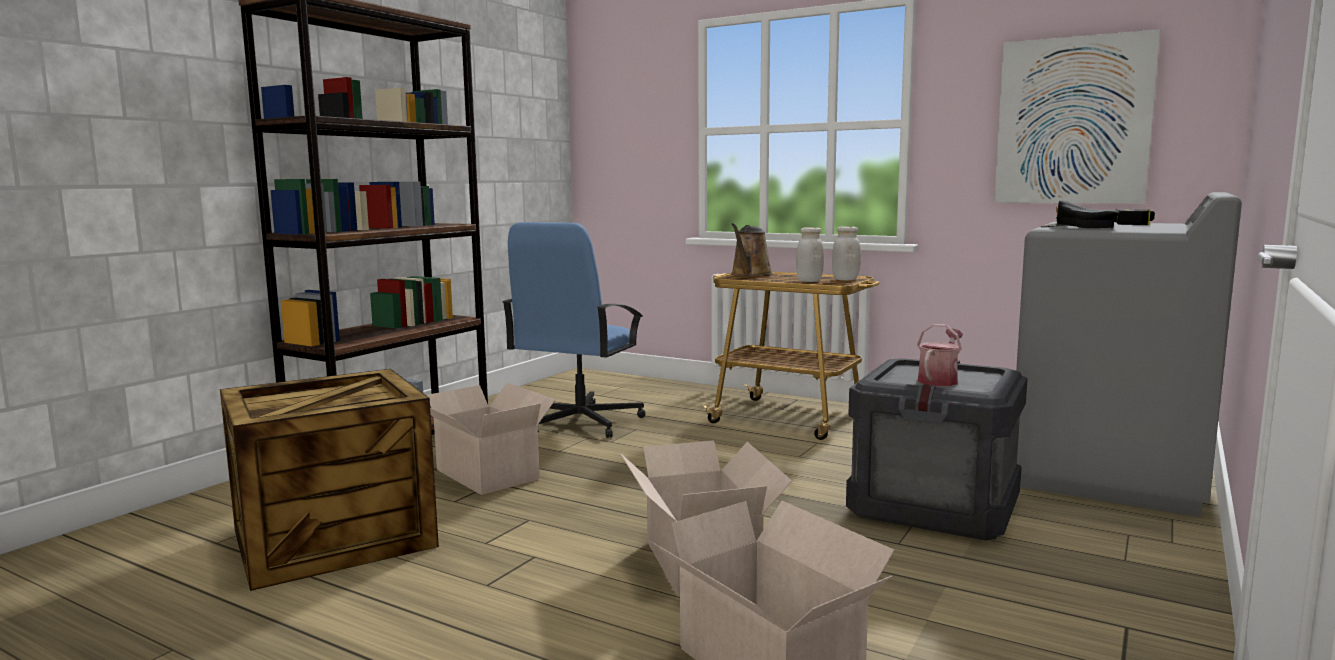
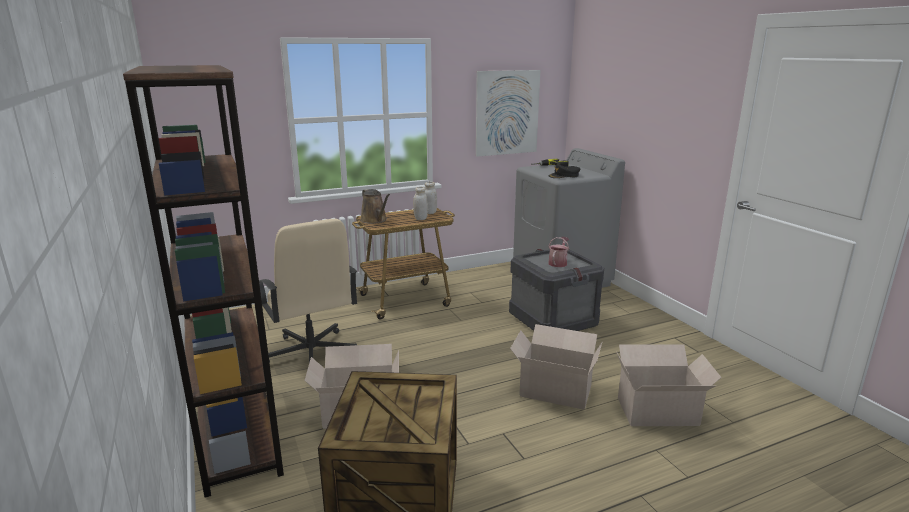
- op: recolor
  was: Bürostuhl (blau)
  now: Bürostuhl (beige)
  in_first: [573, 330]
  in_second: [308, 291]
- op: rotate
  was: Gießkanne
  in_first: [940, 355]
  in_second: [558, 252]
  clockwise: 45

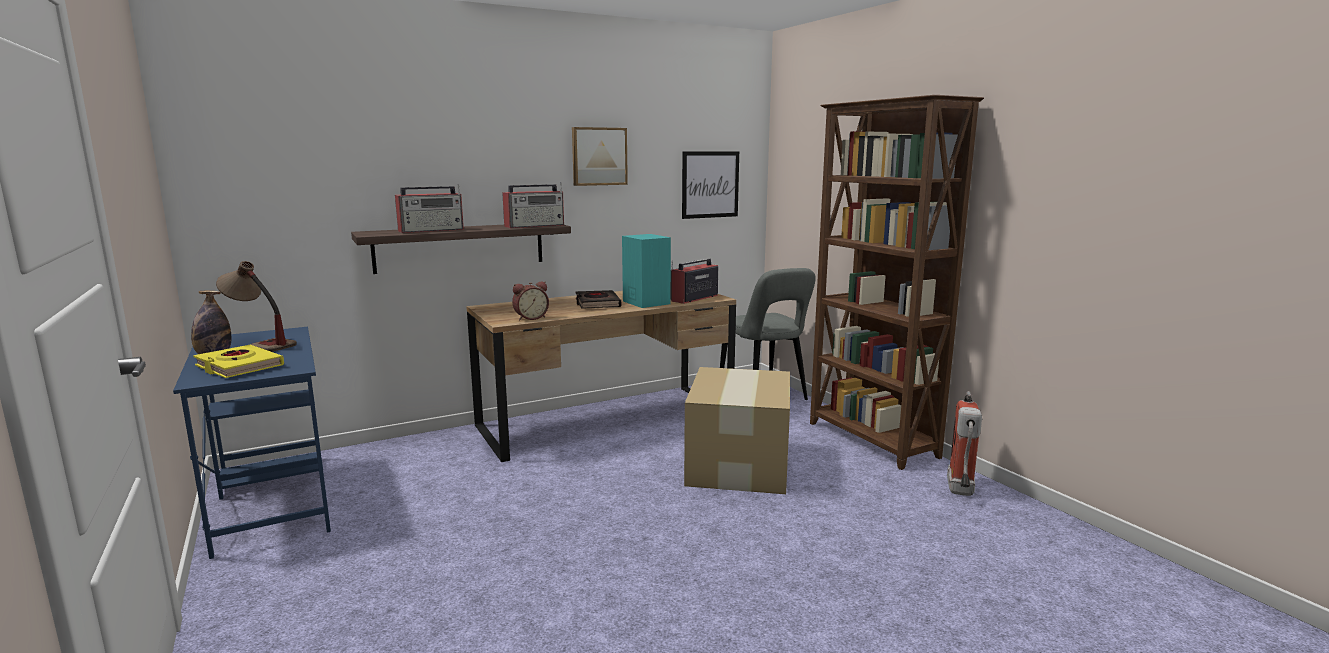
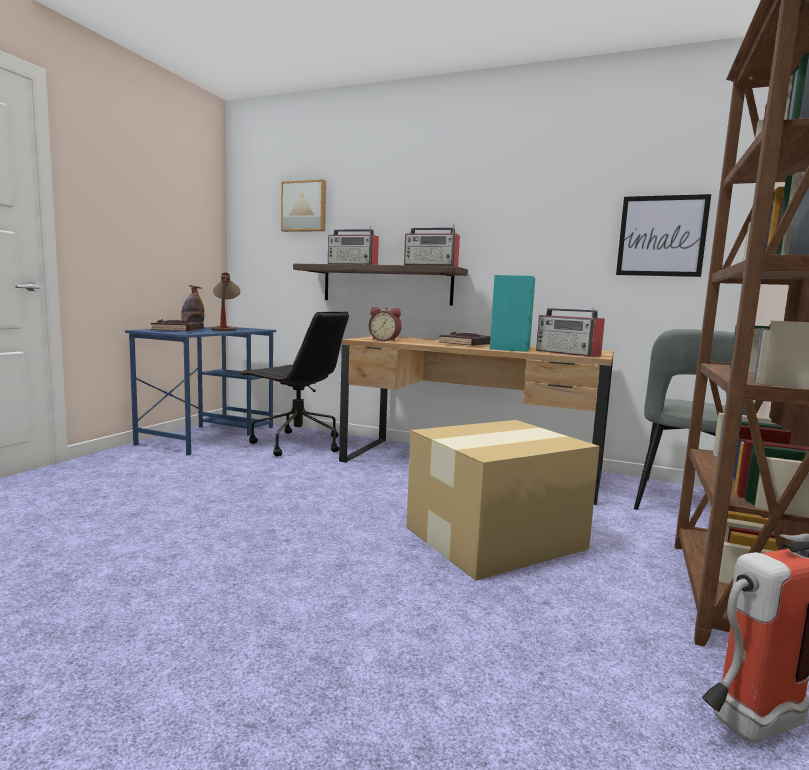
- op: move
  was: Bild
  in_first: [600, 156]
  in_second: [303, 205]
- op: rotate
  was: Radio
  in_first: [694, 281]
  in_second: [570, 332]
  clockwise: -135
- op: recolor
  was: Buch (gelb)
  now: Buch (schwarz)
  in_first: [238, 361]
  in_second: [177, 325]
- op: insert
  now: Bürostuhl (schwarz)
  in_second: [294, 384]

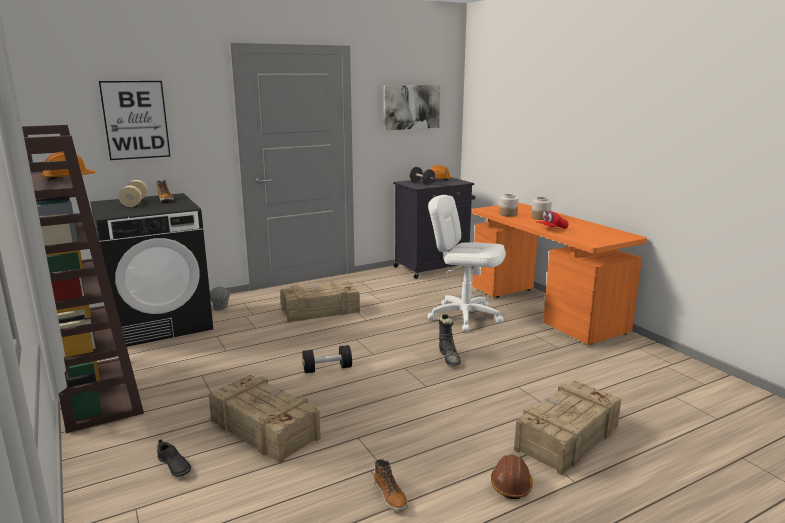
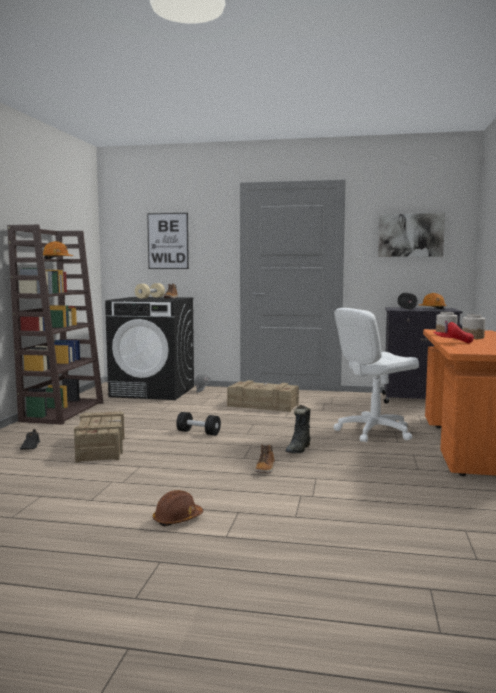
- op: rotate
  was: Bürostuhl (weiß)
  in_first: [466, 263]
  in_second: [376, 375]
  clockwise: -90
- op: delete
  was: Kiste
  in_first: [567, 428]
- op: move
  was: Stiefel
  in_first: [391, 485]
  in_second: [265, 458]

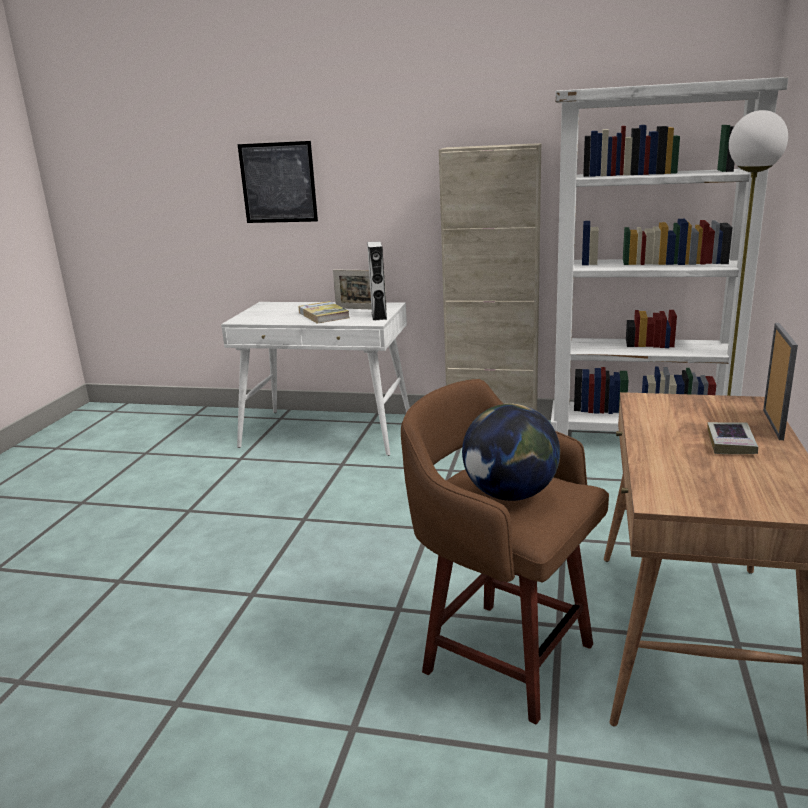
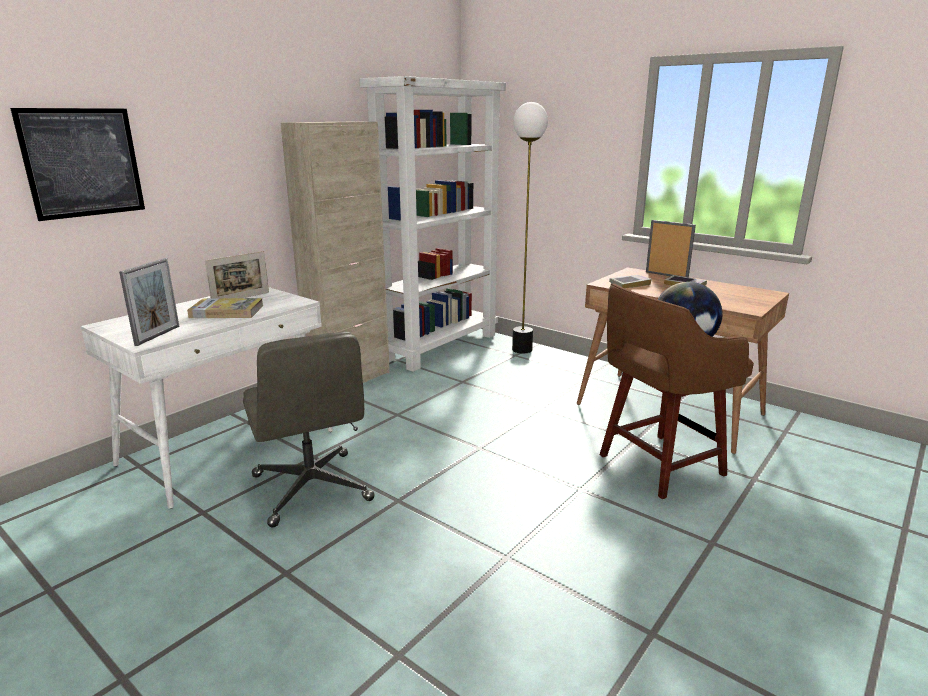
- op: delete
  was: Lautsprecher (grau)
  in_first: [377, 281]
- op: insert
  now: Bilderrahmen
  in_second: [149, 302]
- op: insert
  now: Buch
  in_second: [630, 281]
- op: insert
  now: Bürostuhl (grau)
  in_second: [309, 429]

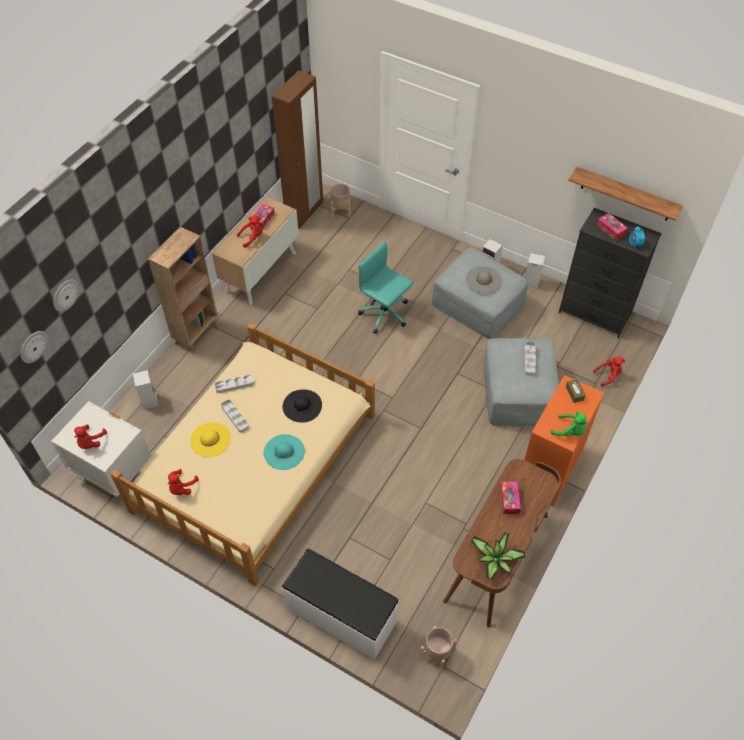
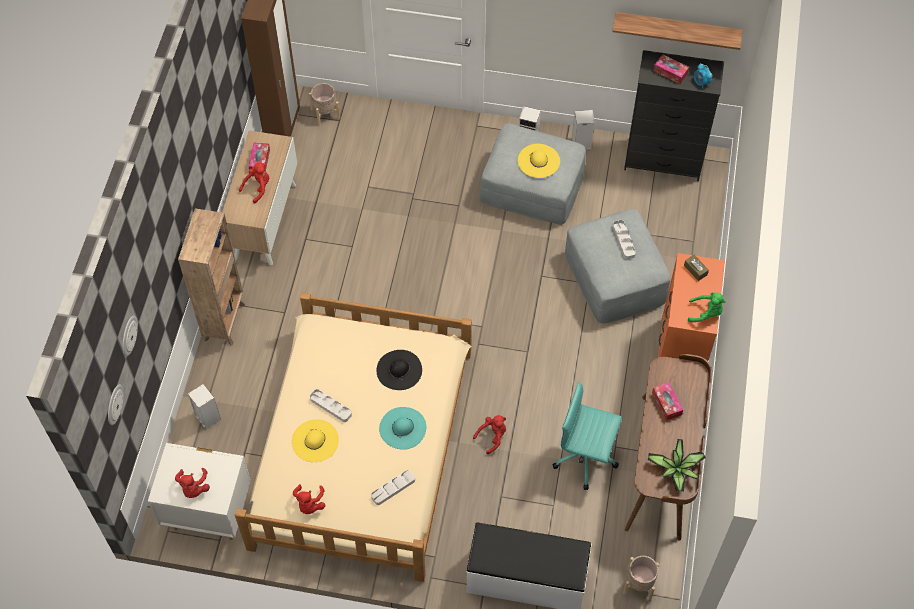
- op: move
  was: Bürostuhl (türkis)
  in_first: [385, 288]
  in_second: [587, 436]
- op: recolor
  was: Hut (grau)
  now: Hut (gelb)
  in_first: [484, 279]
  in_second: [539, 161]
- op: move
  was: Plüschtier (rot)
  in_first: [609, 371]
  in_second: [489, 434]
- op: move
  was: Tablett (grau)
  in_first: [234, 384]
  in_second: [393, 487]

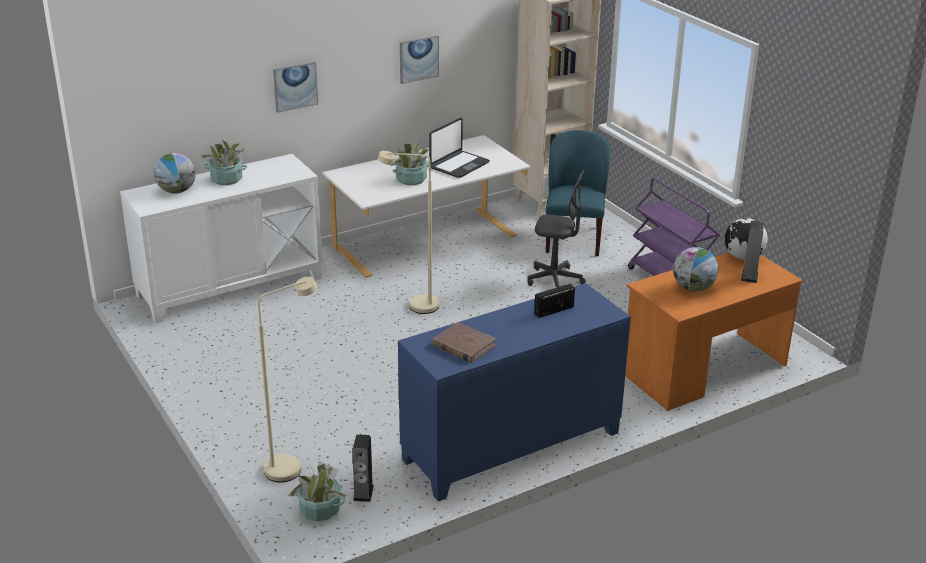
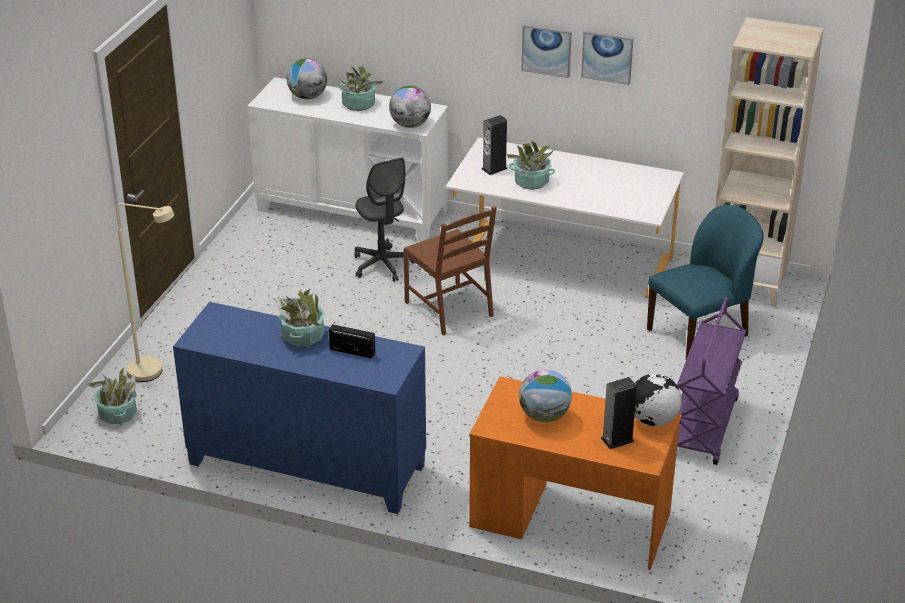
- op: move
  was: Bild
  in_first: [295, 87]
  in_second: [546, 51]
- op: delete
  was: Laptop
  in_first: [459, 148]
- op: replace
  was: Stehlampe (beige)
  now: Stuhl (braun)
  in_first: [408, 232]
  in_second: [450, 271]
- op: move
  was: Bürostuhl (grau)
  in_first: [556, 228]
  in_second: [384, 220]
- op: delete
  was: Buch (braun)
  in_first: [464, 342]
- op: move
  was: Lautsprecher
  in_first: [363, 468]
  in_second: [495, 145]
- op: insert
  now: Globus
  in_second: [410, 107]
- op: insert
  now: Topfpflanze
  in_second: [300, 317]

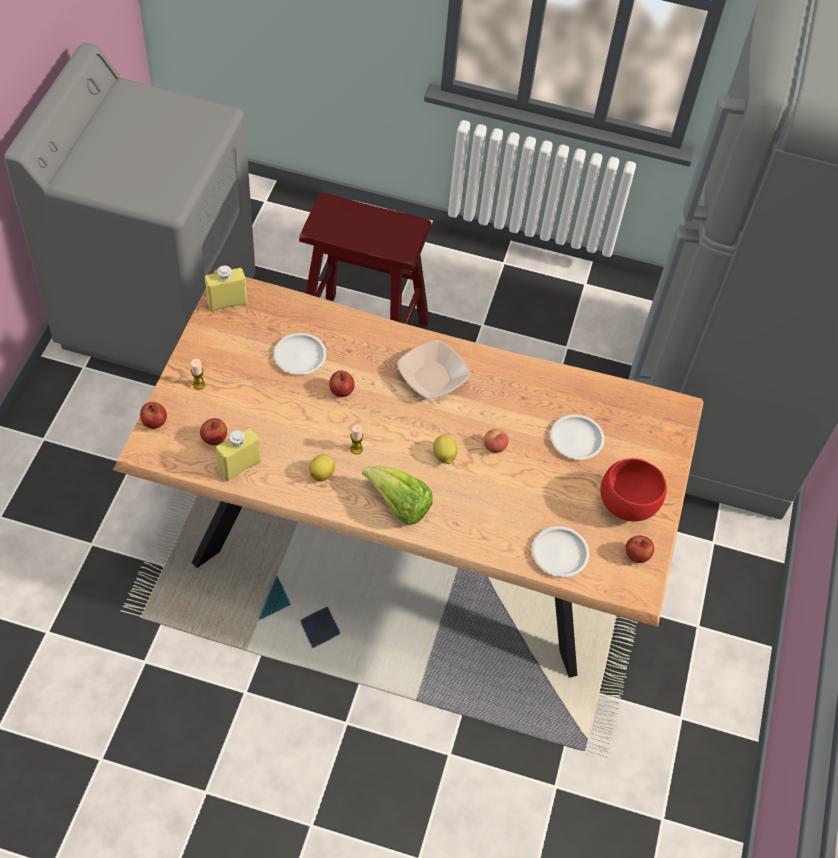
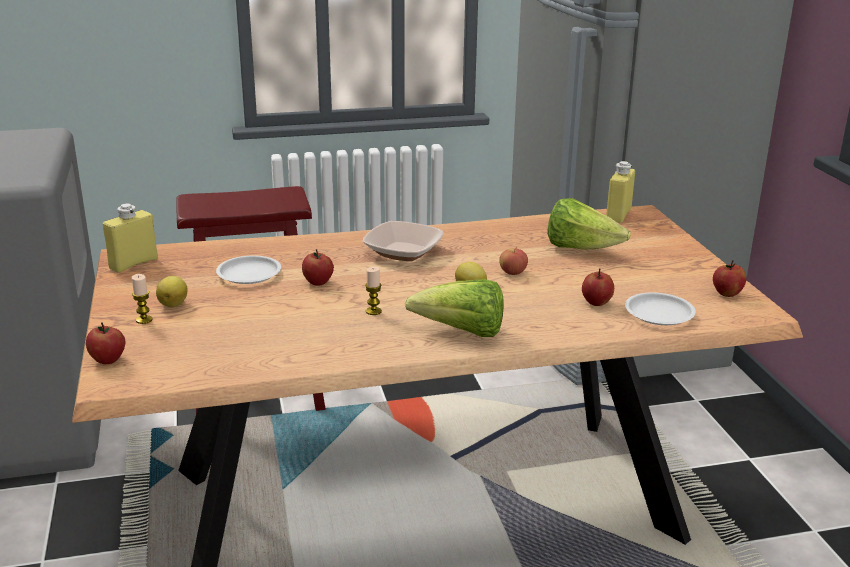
- op: replace
  was: Teller (weiß)
  now: Salatkopf
  in_first: [577, 437]
  in_second: [589, 224]
- op: move
  was: Apfel
  in_first: [213, 431]
  in_second: [598, 287]
- op: move
  was: Flasche (gelb)
  in_first: [238, 454]
  in_second: [620, 192]
- op: move
  was: Zitrone
  in_first: [322, 467]
  in_second: [171, 291]
- op: delete
  was: Schüssel (rot)
  in_first: [633, 489]

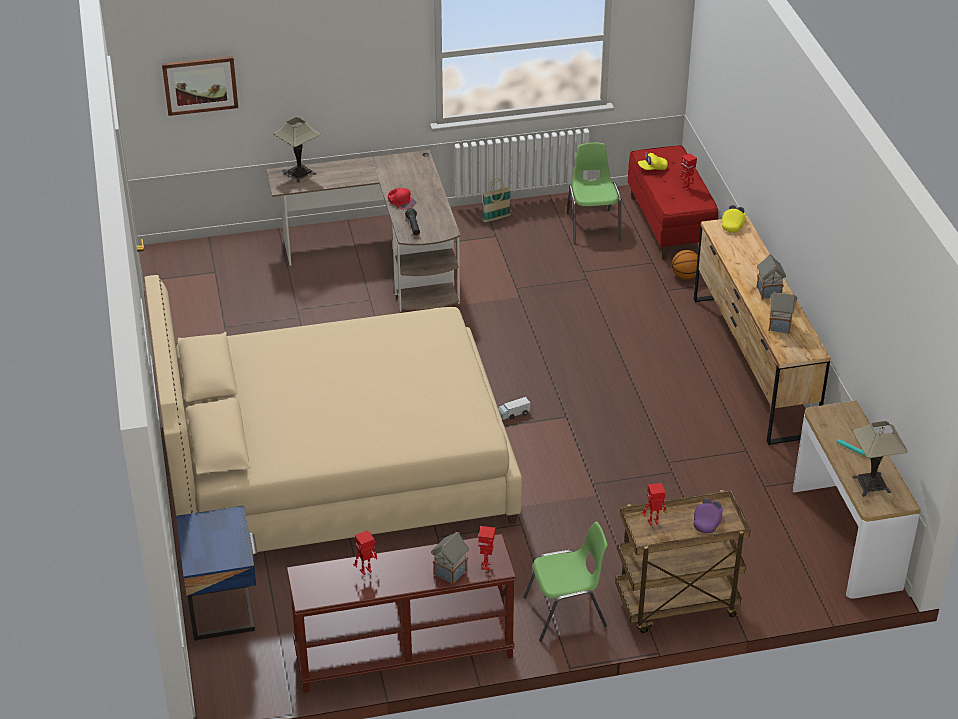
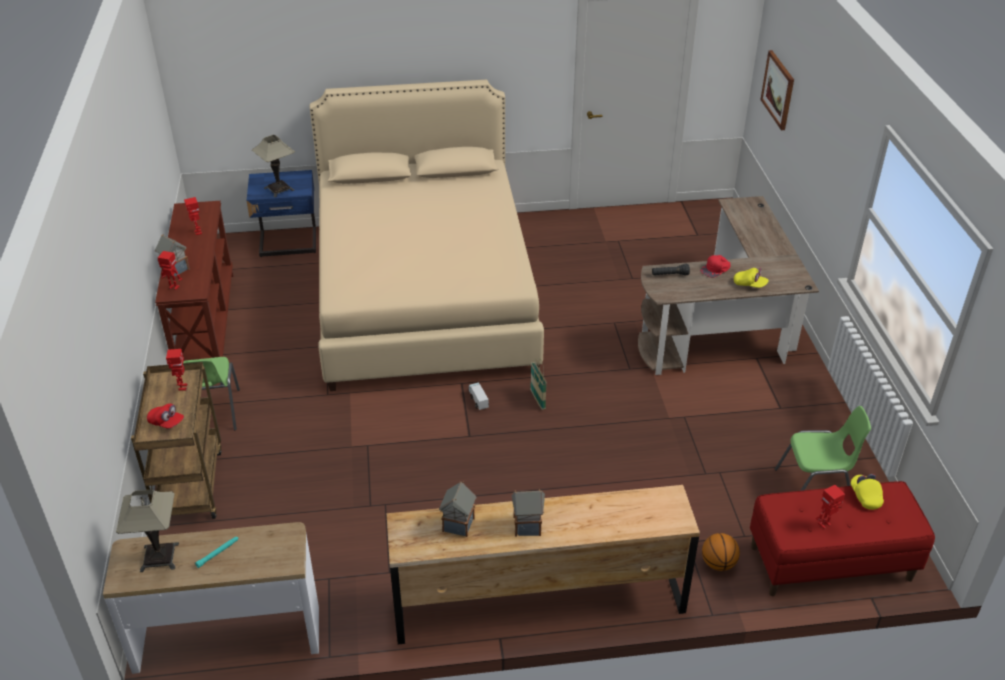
- op: move
  was: Tischlampe
  in_first: [297, 150]
  in_second: [273, 166]
- op: move
  was: Korb
  in_first: [496, 200]
  in_second: [538, 384]
- op: move
  was: Kappe (gelb)
  in_first: [734, 219]
  in_second: [751, 278]
- op: recolor
  was: Kappe (lila)
  now: Kappe (rot)
  in_first: [708, 515]
  in_second: [165, 416]

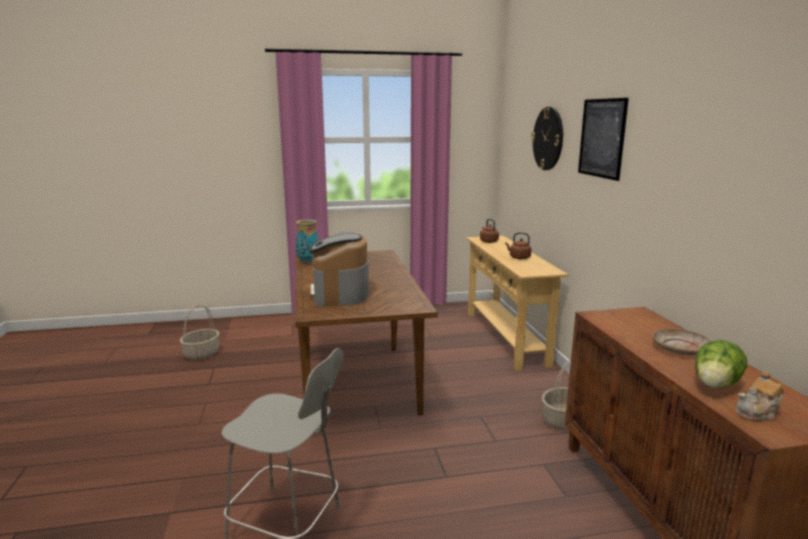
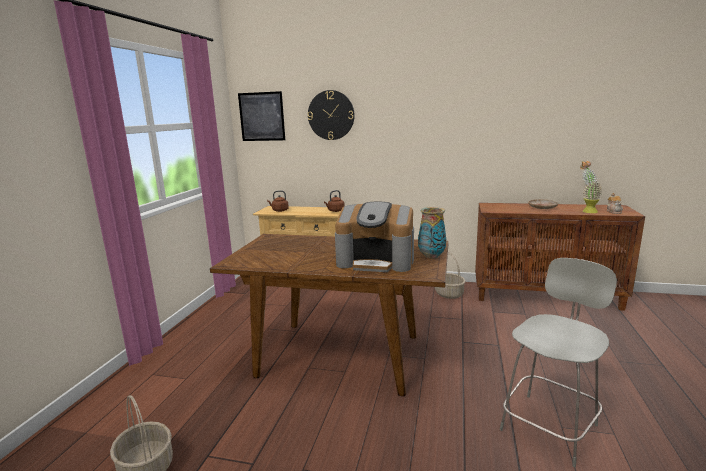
- op: move
  was: Bild
  in_first: [603, 139]
  in_second: [261, 116]
- op: move
  was: Vase
  in_first: [307, 242]
  in_second: [432, 233]
- op: replace
  was: Salatkopf
  now: Topfpflanze
  in_first: [721, 364]
  in_second: [591, 187]

